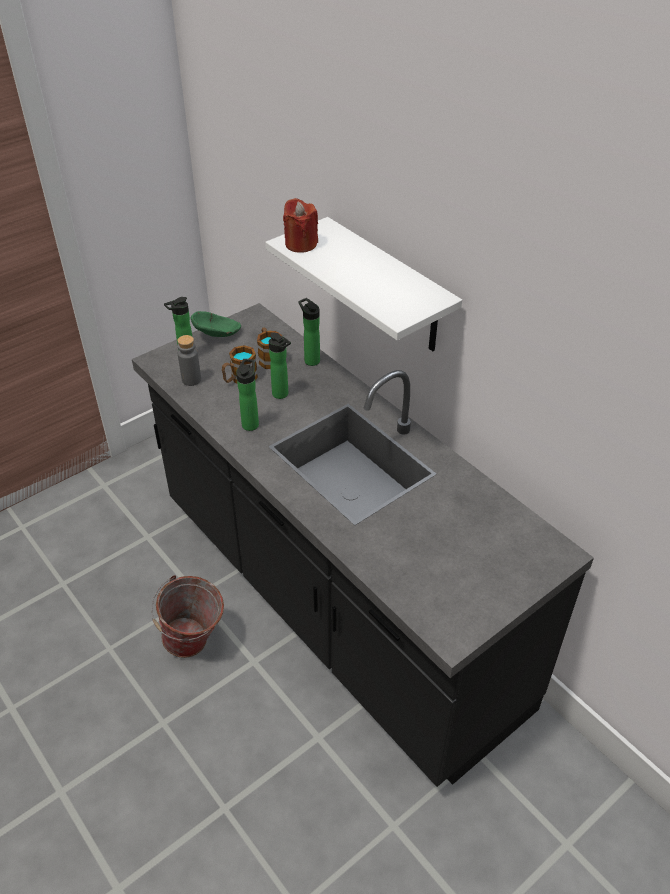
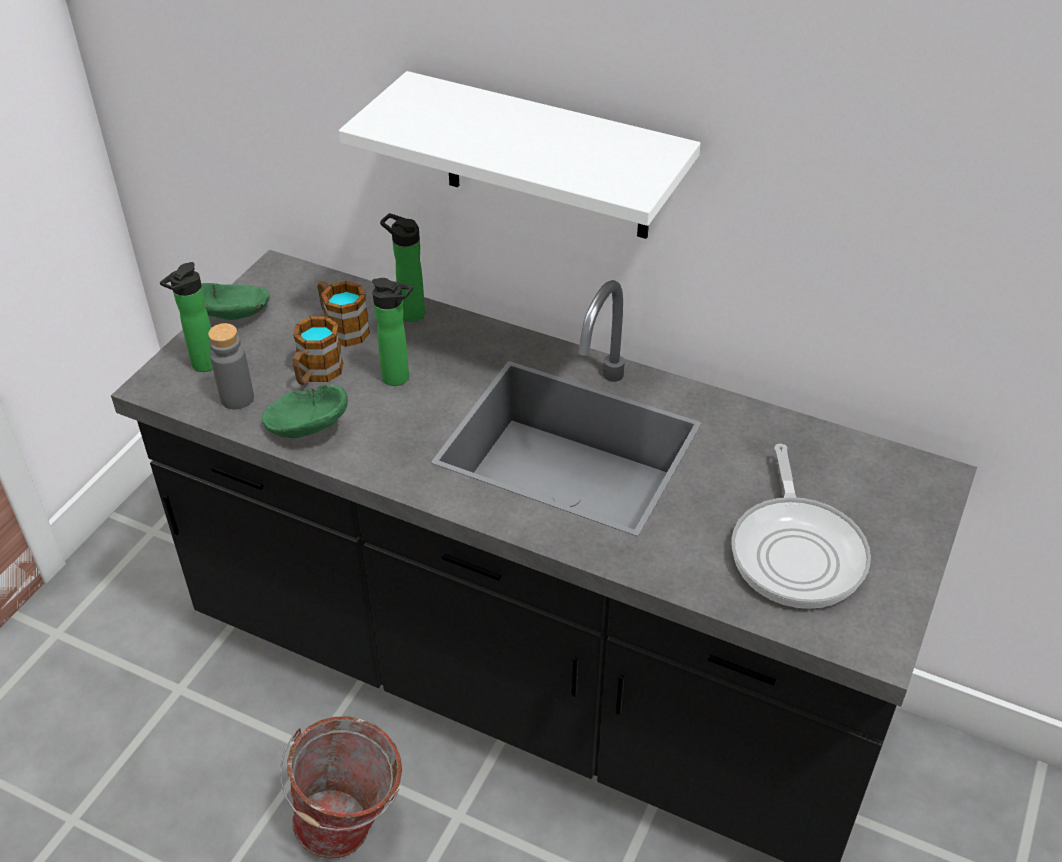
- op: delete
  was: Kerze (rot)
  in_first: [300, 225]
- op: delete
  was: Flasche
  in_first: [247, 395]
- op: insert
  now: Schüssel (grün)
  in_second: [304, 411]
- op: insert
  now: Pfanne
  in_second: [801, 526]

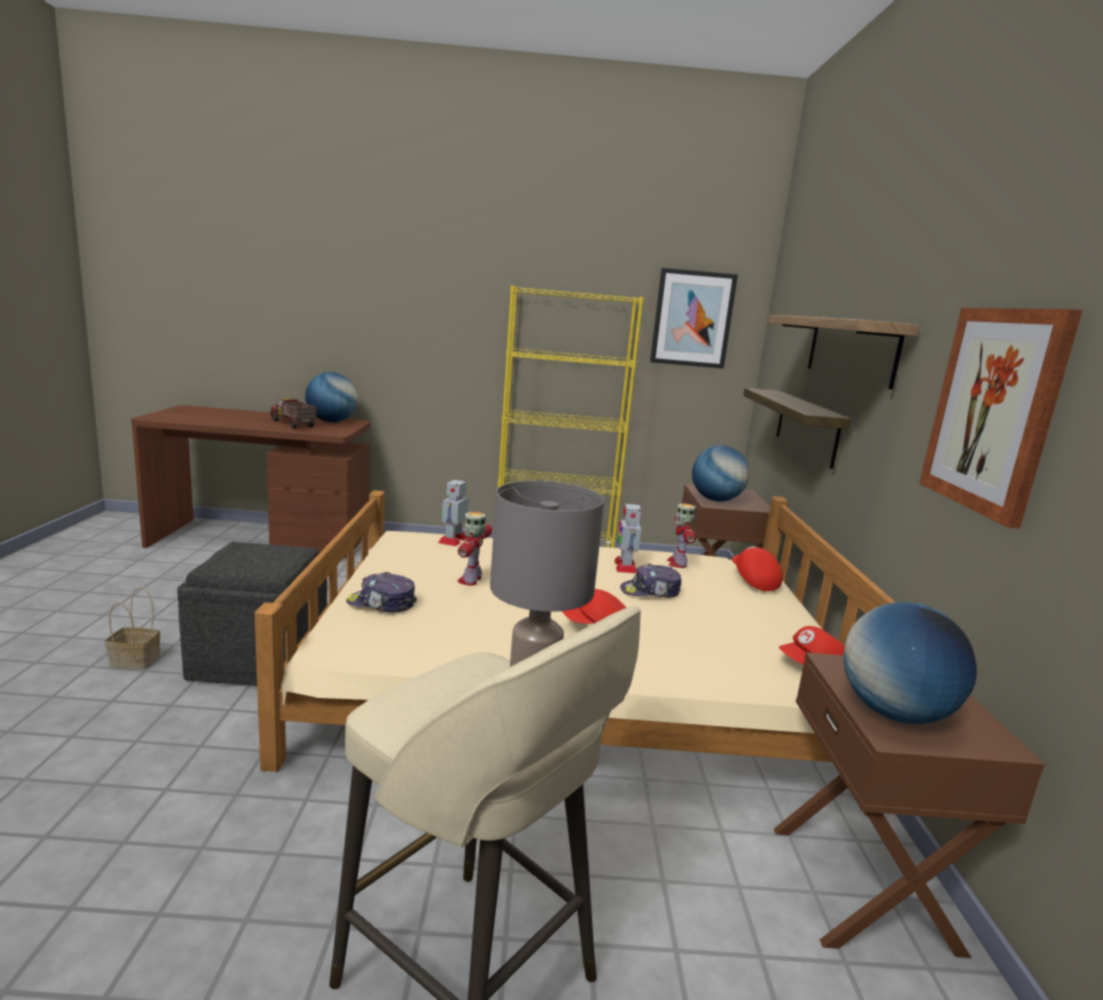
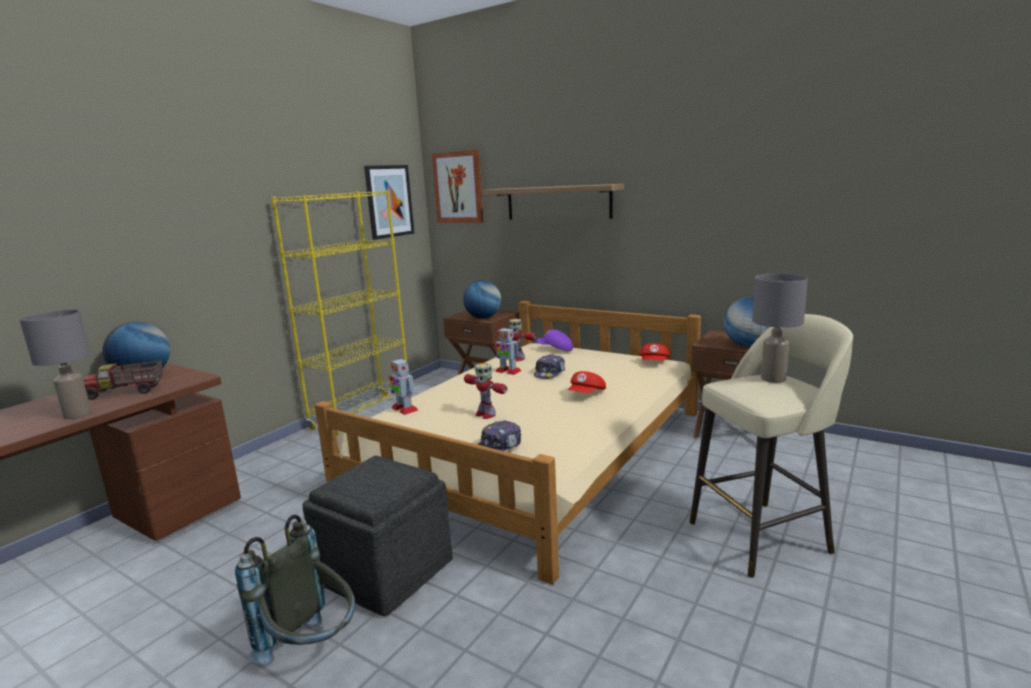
- op: move
  was: Bild
  in_first: [1001, 418]
  in_second: [458, 186]
- op: delete
  was: Wandregal
  in_first: [797, 428]
- op: recolor
  was: Kappe (rot)
  now: Kappe (lila)
  in_first: [757, 568]
  in_second: [554, 340]
- op: replace
  was: Korb
  now: Rucksack (grau)
  in_first: [132, 628]
  in_second: [295, 589]
- op: insert
  now: Tischlampe (grau)
  in_second: [55, 364]

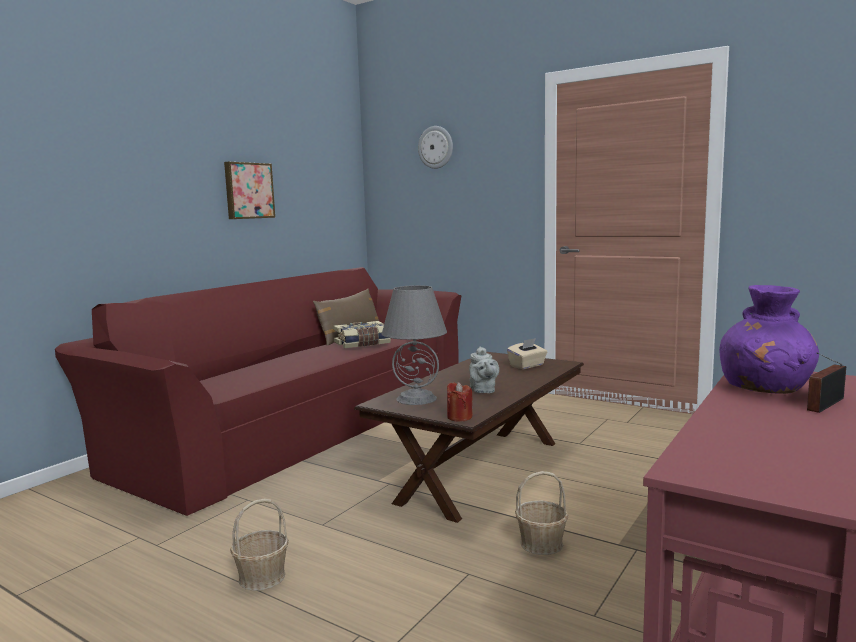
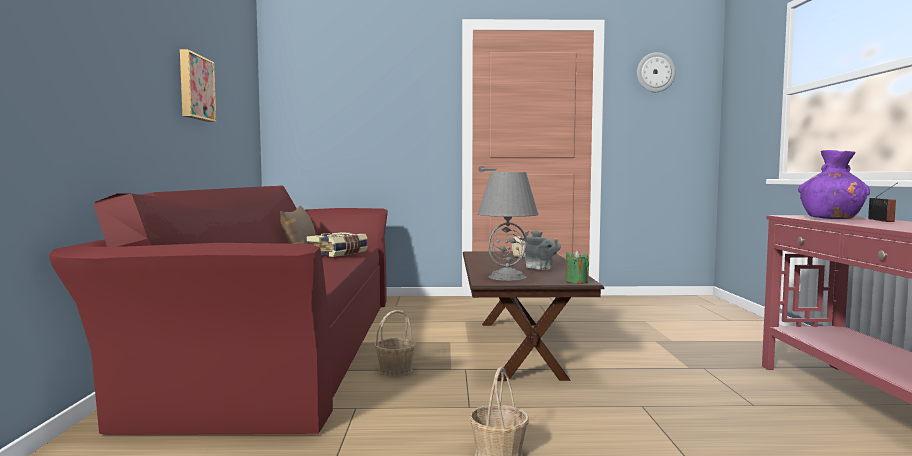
- op: move
  was: Wanduhr
  in_first: [435, 147]
  in_second: [656, 72]
- op: recolor
  was: Kerze (rot)
  now: Kerze (grün)
  in_first: [460, 401]
  in_second: [577, 267]
- op: move
  was: Korb
  in_first: [542, 513]
  in_second: [396, 343]

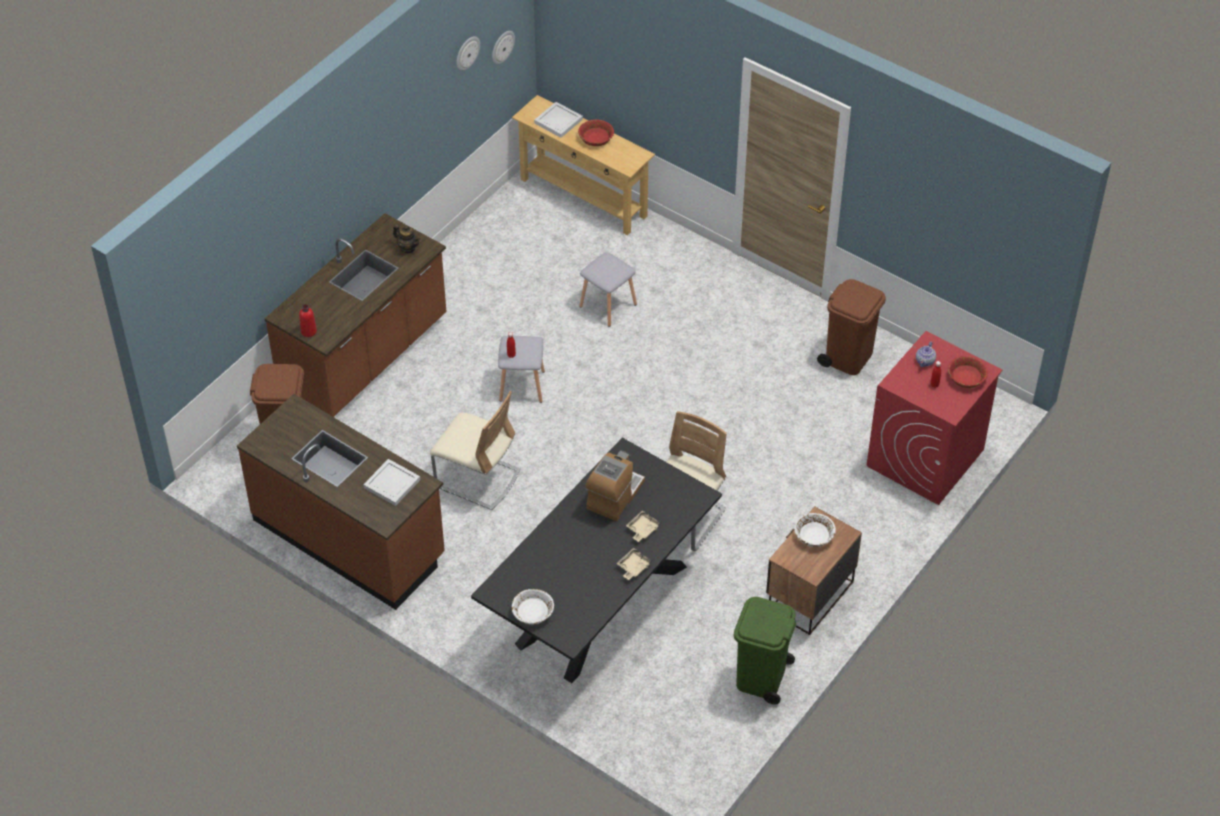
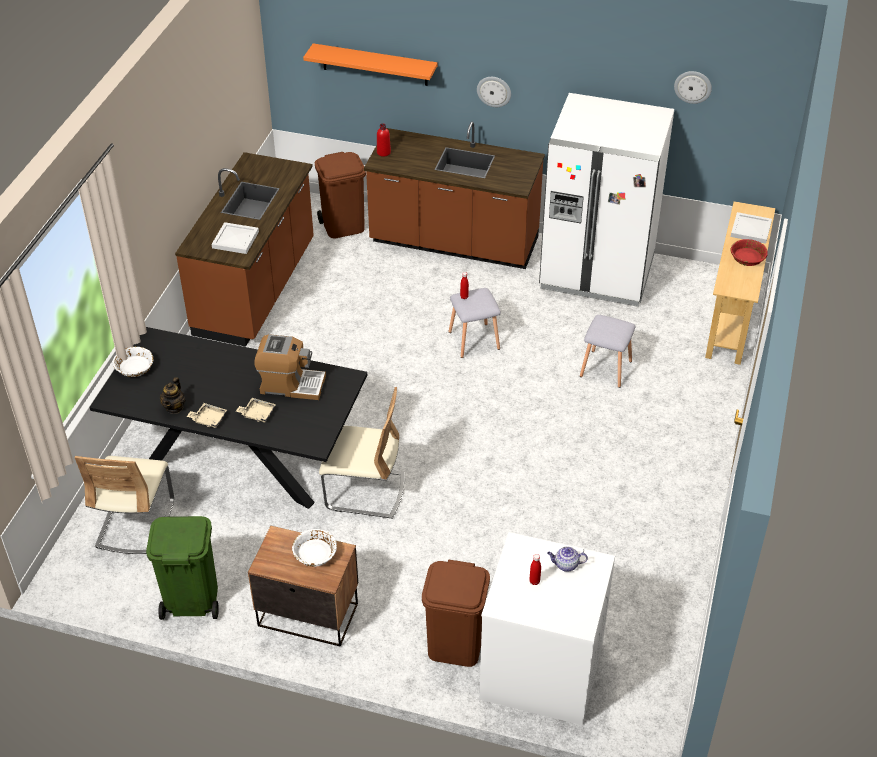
- op: move
  was: Wanduhr
  in_first: [503, 48]
  in_second: [494, 92]
- op: move
  was: Teekanne
  in_first: [406, 238]
  in_second: [172, 395]
- op: move
  was: Mülleimer (braun)
  in_first: [851, 327]
  in_second: [456, 613]
- op: recolor
  was: Waschmaschine (rot)
  now: Waschmaschine (weiß)
  in_first: [934, 418]
  in_second: [547, 628]
- op: delete
  was: Schüssel (rot)
  in_first: [968, 372]
- op: move
  was: Stuhl (beige)
  in_first: [475, 450]
  in_second: [124, 505]
- op: insert
  now: Wandregal (orange)
  in_second: [370, 64]
- op: insert
  now: Kühlschrank (weiß)
  in_second: [606, 200]

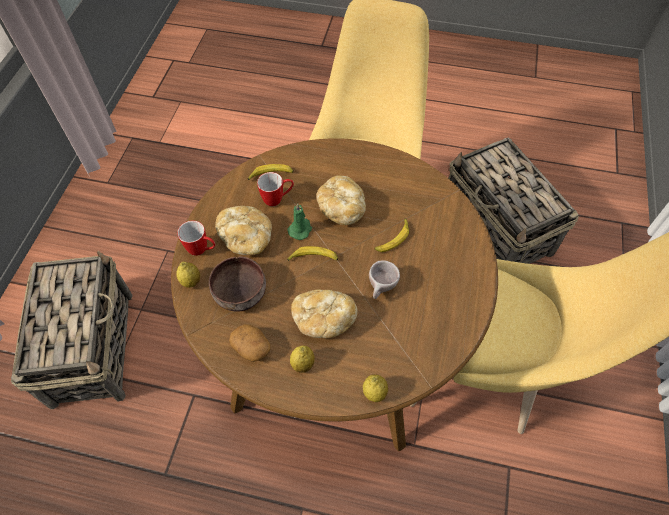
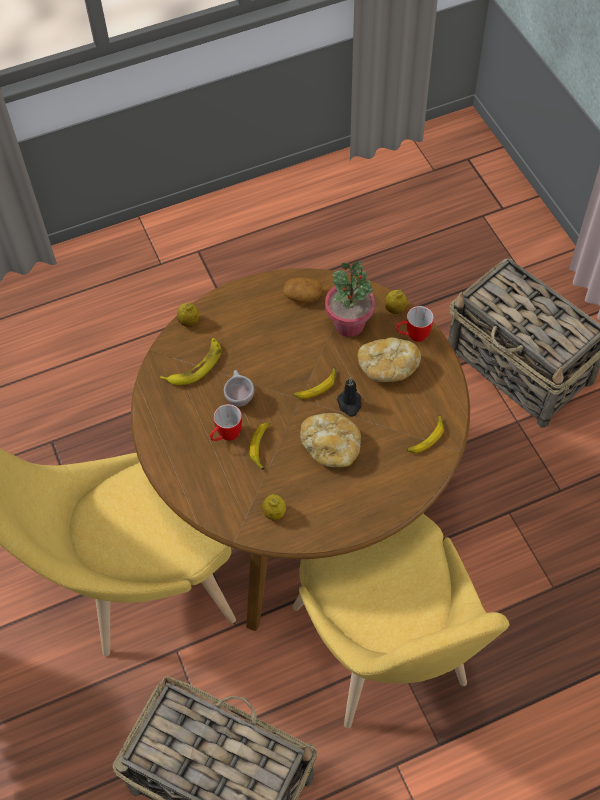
- op: move
  was: Henkelbecher
  in_first: [275, 189]
  in_second: [226, 422]
- op: recolor
  was: Kerze (grün)
  now: Kerze (schwarz)
  in_first: [299, 221]
  in_second: [349, 397]
- op: replace
  was: Schüssel (braun)
  now: Topfpflanze
  in_first: [237, 284]
  in_second: [350, 299]
- op: delete
  was: Brot
  in_first: [324, 313]
- op: move
  was: Zitrone
  in_first: [302, 359]
  in_second: [274, 507]
- op: insert
  now: Banane
  in_second: [190, 361]

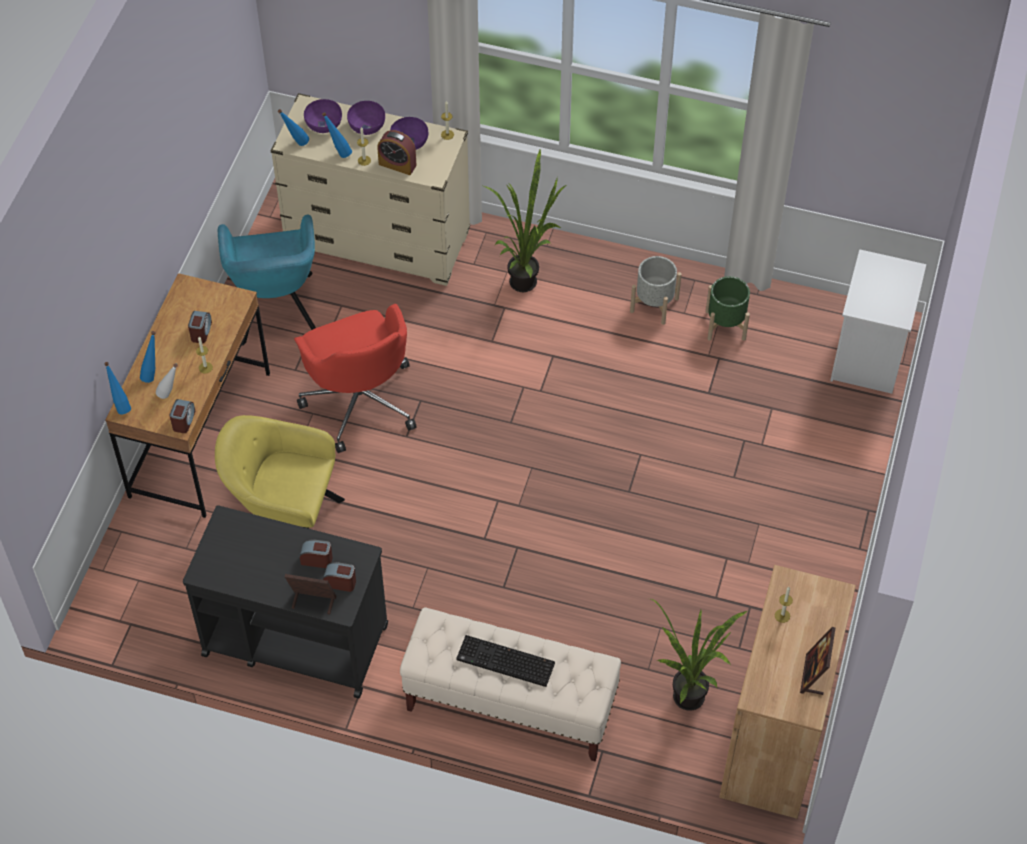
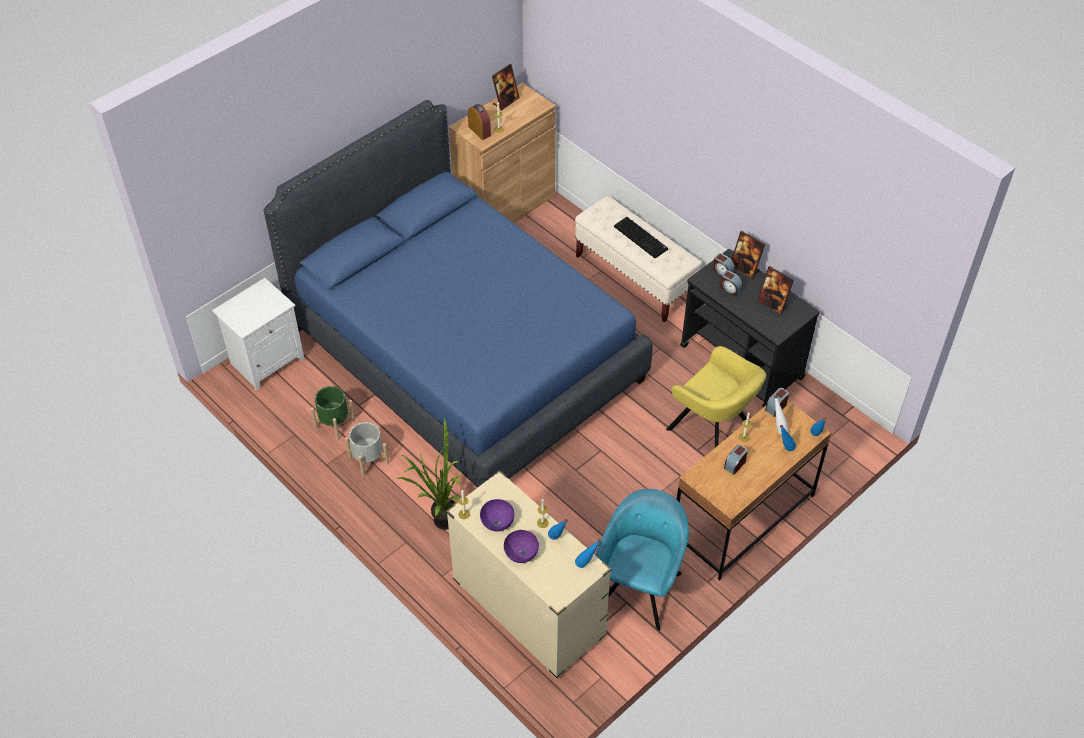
- op: delete
  was: Schüssel (lila)
  in_first: [323, 116]
- op: move
  was: Wecker
  in_first: [397, 152]
  in_second: [479, 122]
- op: delete
  was: Bürostuhl (rot)
  in_first: [355, 378]
- op: delete
  was: Topfpflanze
  in_first: [699, 655]
- op: insert
  now: Bett (blau)
  in_second: [458, 294]
- op: insert
  now: Bilderrahmen
  in_second: [775, 290]

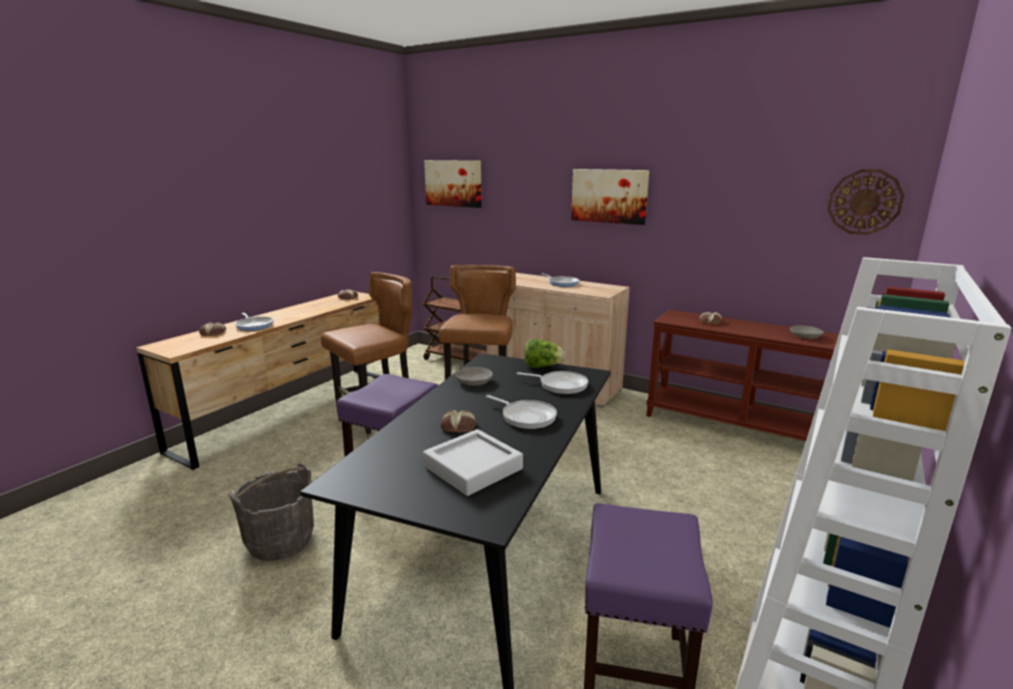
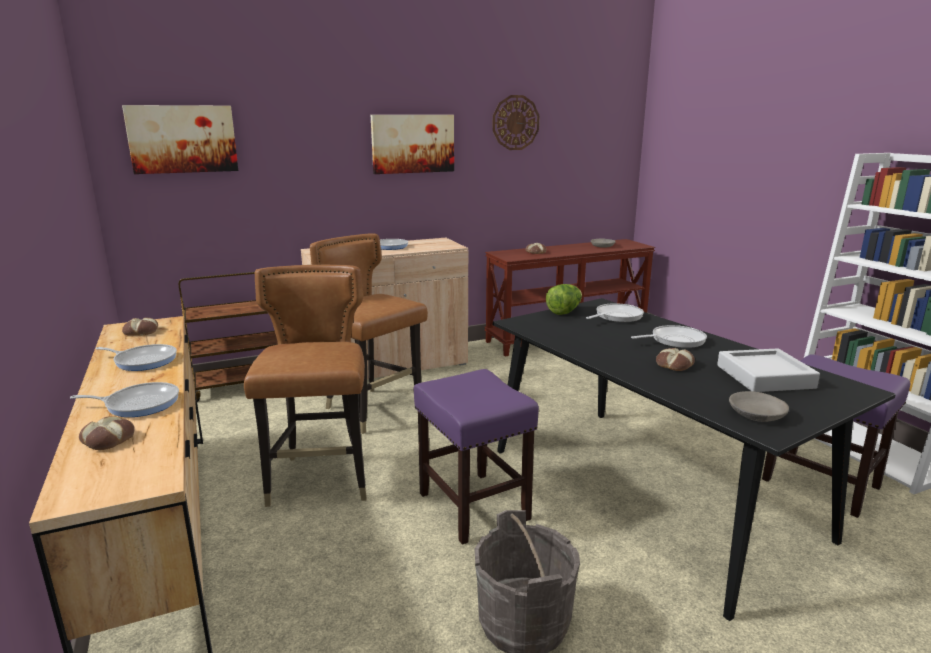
- op: move
  was: Wanduhr
  in_first: [865, 202]
  in_second: [516, 122]
- op: move
  was: Schüssel (grau)
  in_first: [474, 376]
  in_second: [759, 406]
- op: insert
  now: Pfanne
  in_second: [136, 357]

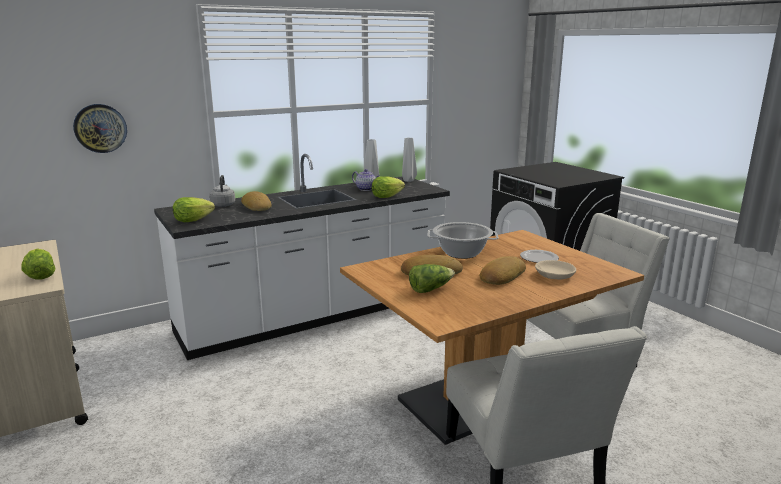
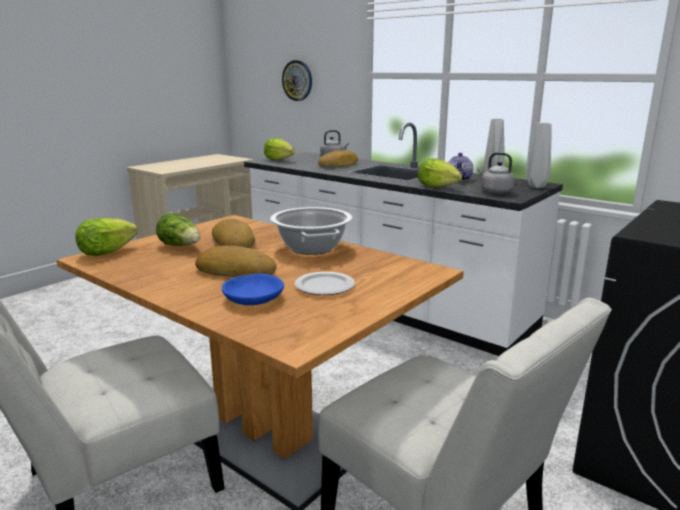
- op: move
  was: Salatkopf
  in_first: [38, 264]
  in_second: [107, 237]
- op: recolor
  was: Schüssel (beige)
  now: Schüssel (blau)
  in_first: [555, 269]
  in_second: [253, 289]
- op: insert
  now: Wasserkessel (grau)
  in_second: [496, 173]

